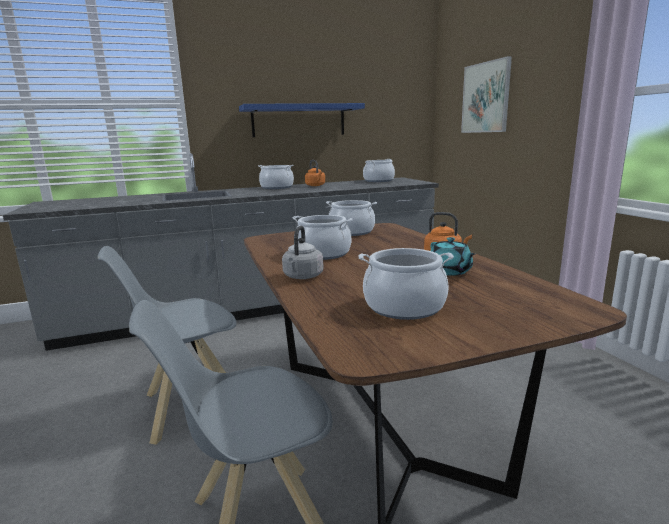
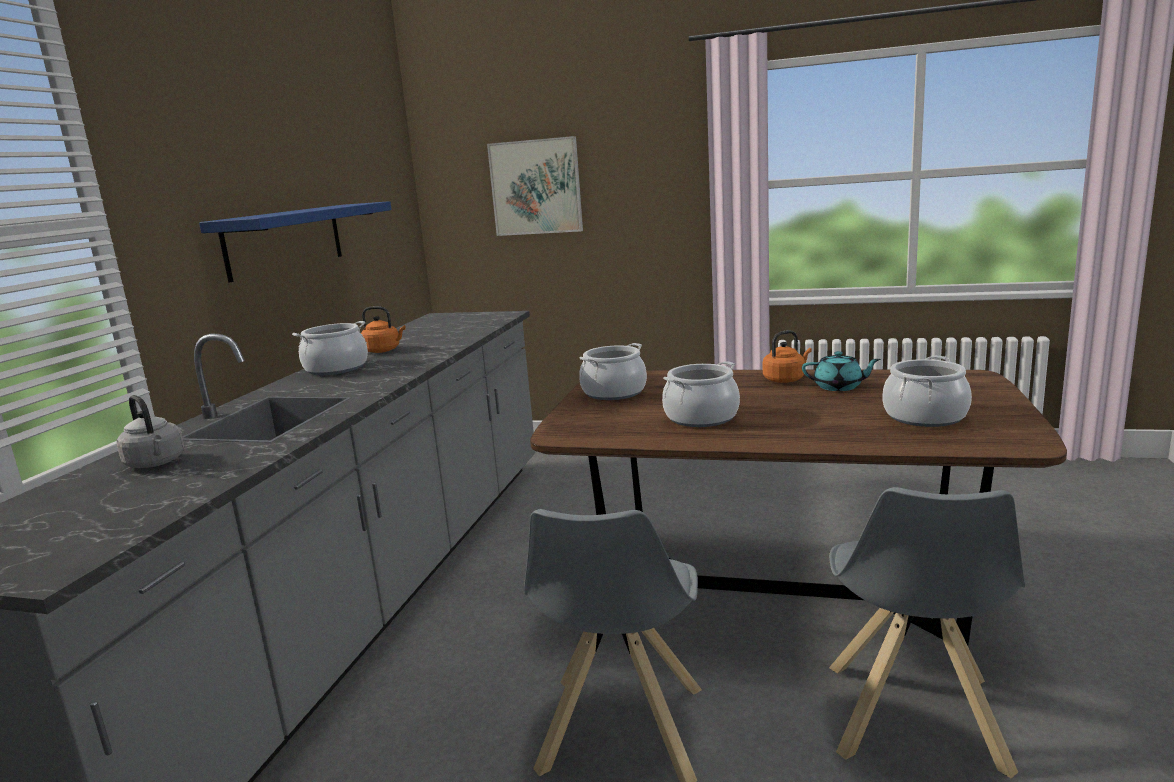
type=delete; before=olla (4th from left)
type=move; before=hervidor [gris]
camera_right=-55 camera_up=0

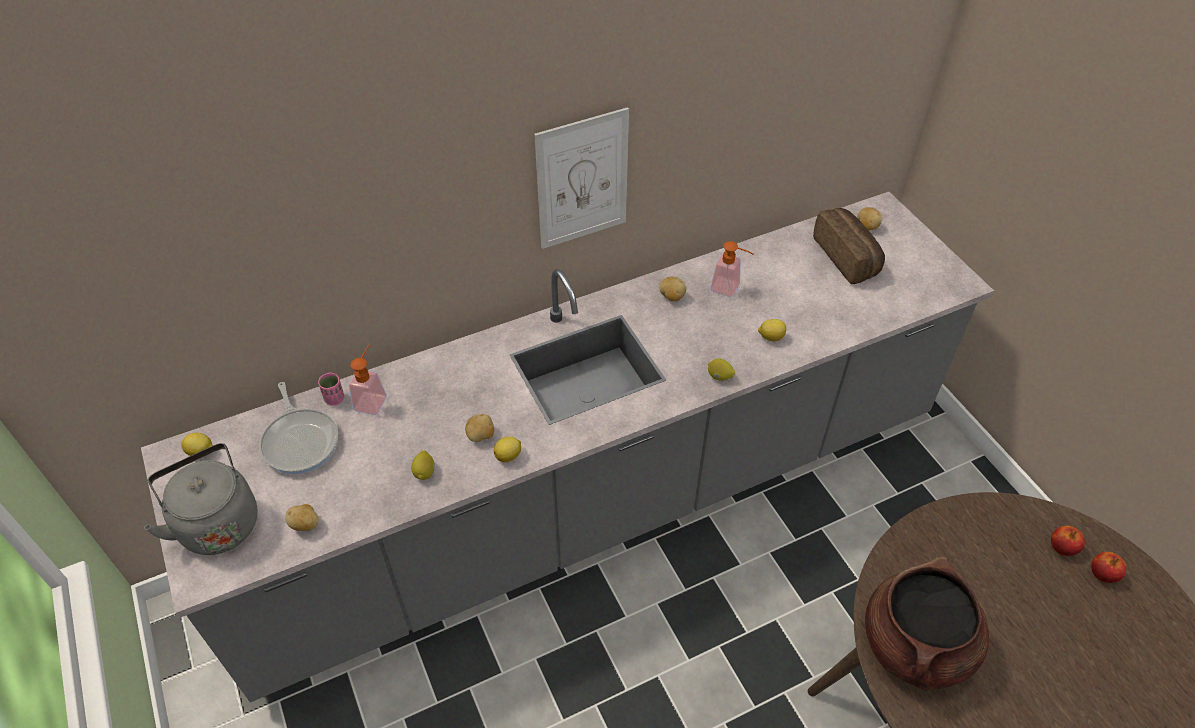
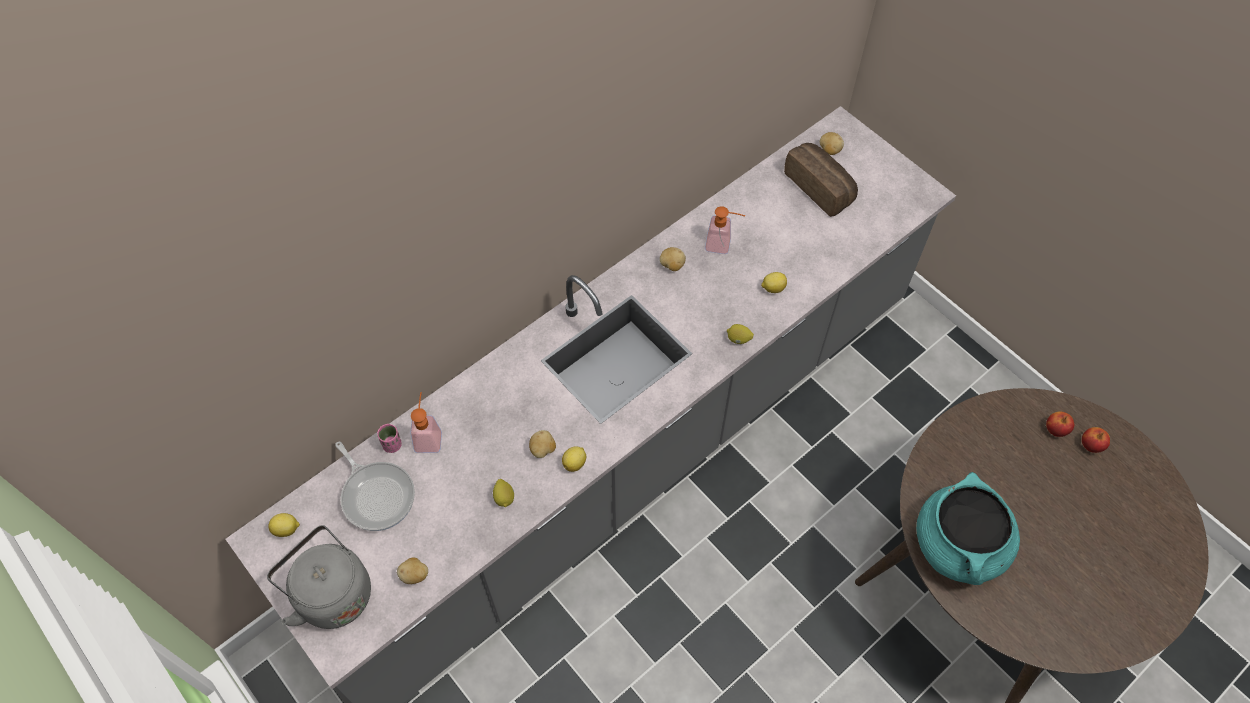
type=delete; before=cuadro
type=recolor; before=olla [marrón]; after=olla [turquesa]
camera_right=-15 camera_up=10

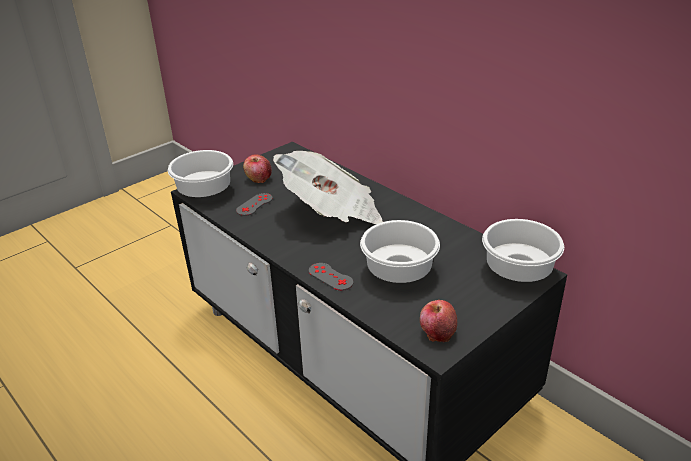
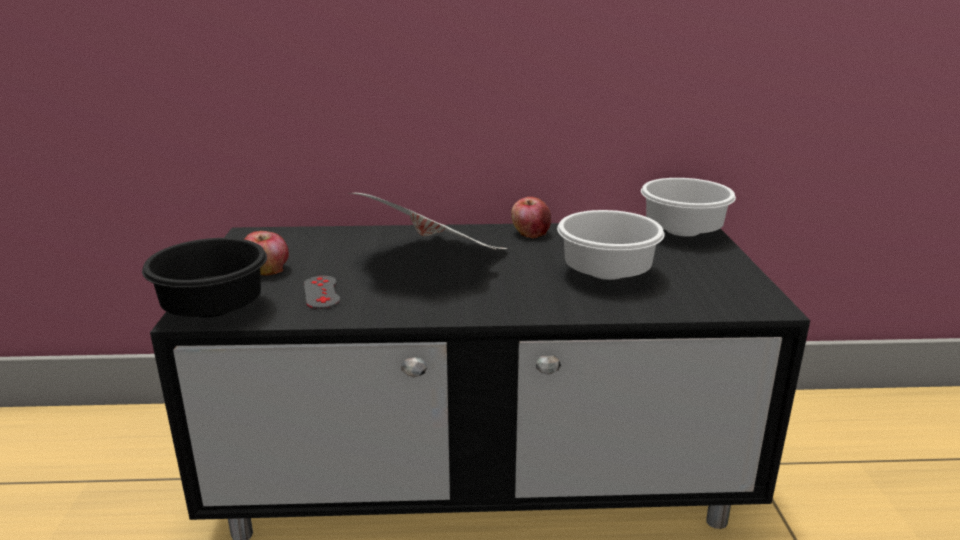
type=recolor; before=cuenco [blanco] (1st from left); after=cuenco [negro]
type=delete; before=mando de consola [gris] (2nd from left)
type=move; before=manzana (2nd from left)
camera_right=-50 camera_up=-10

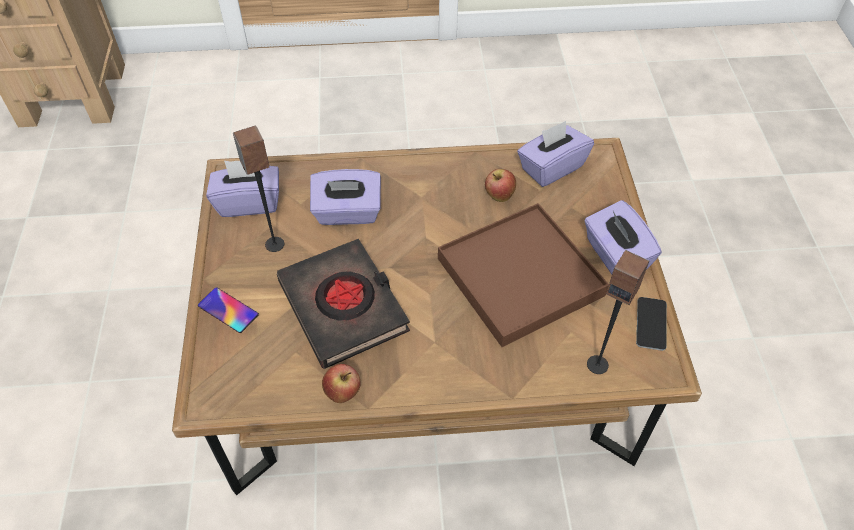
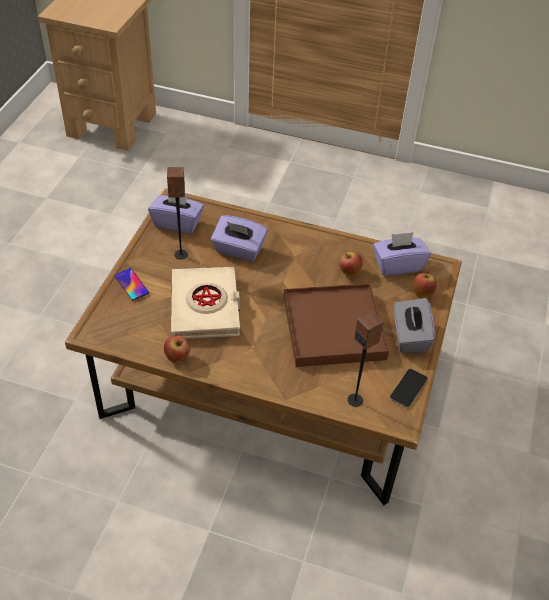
type=recolor; before=caja de pañuelos [morado] (4th from left); after=caja de pañuelos [gris]
type=recolor; before=libro [negro]; after=libro [beis]
type=insert; after=manzana (3rd from left)
camera_right=20 camera_up=-5

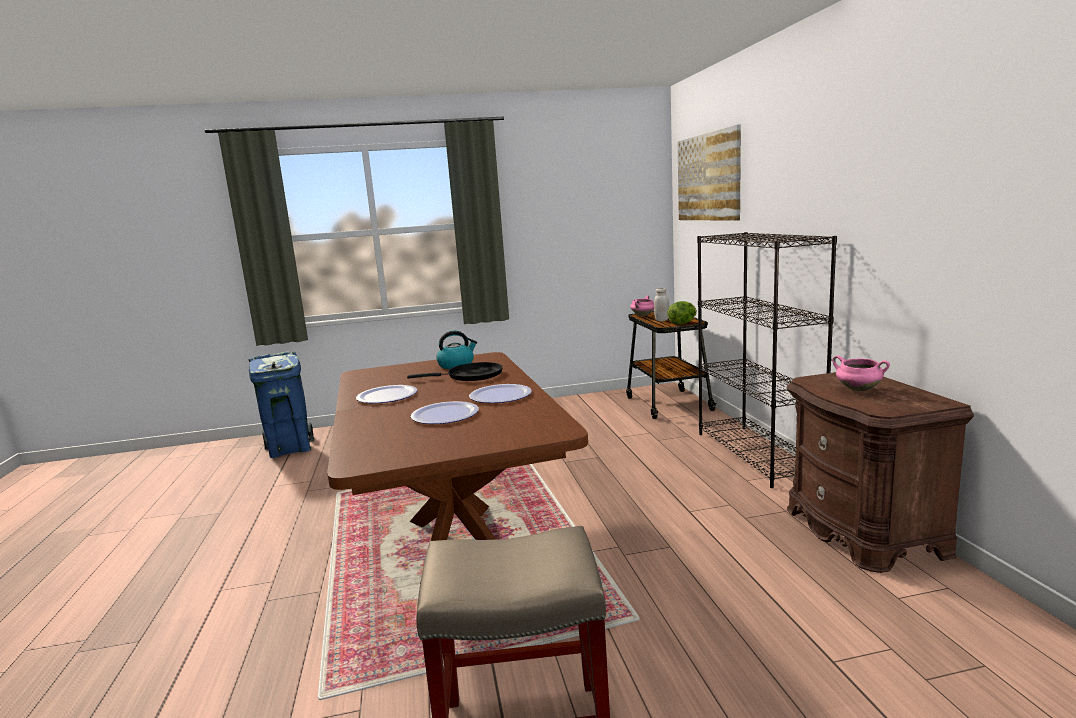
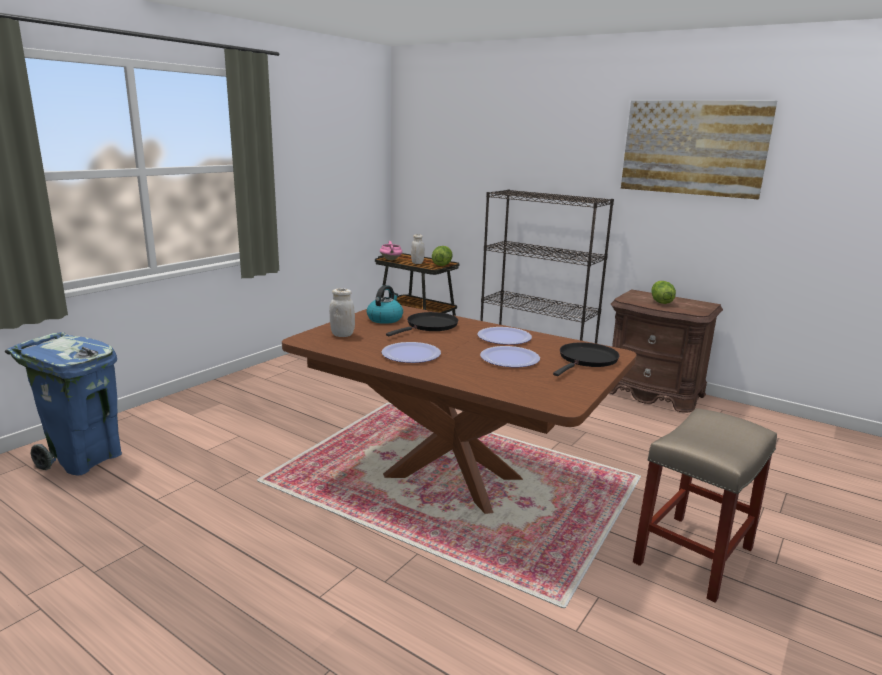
type=move; before=cuadro
type=replace; before=olla [rosa] (2nd from left); after=lechuga (2nd from left)
type=insert; after=tarro [blanco] (1st from left)
type=insert; after=sartén [negro] (2nd from left)
camera_right=-45 camera_up=5

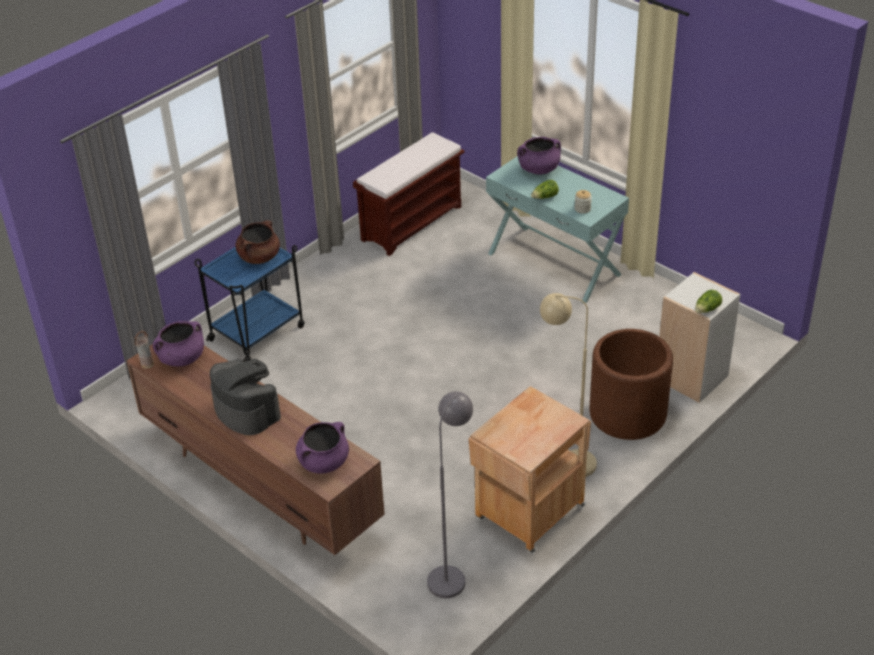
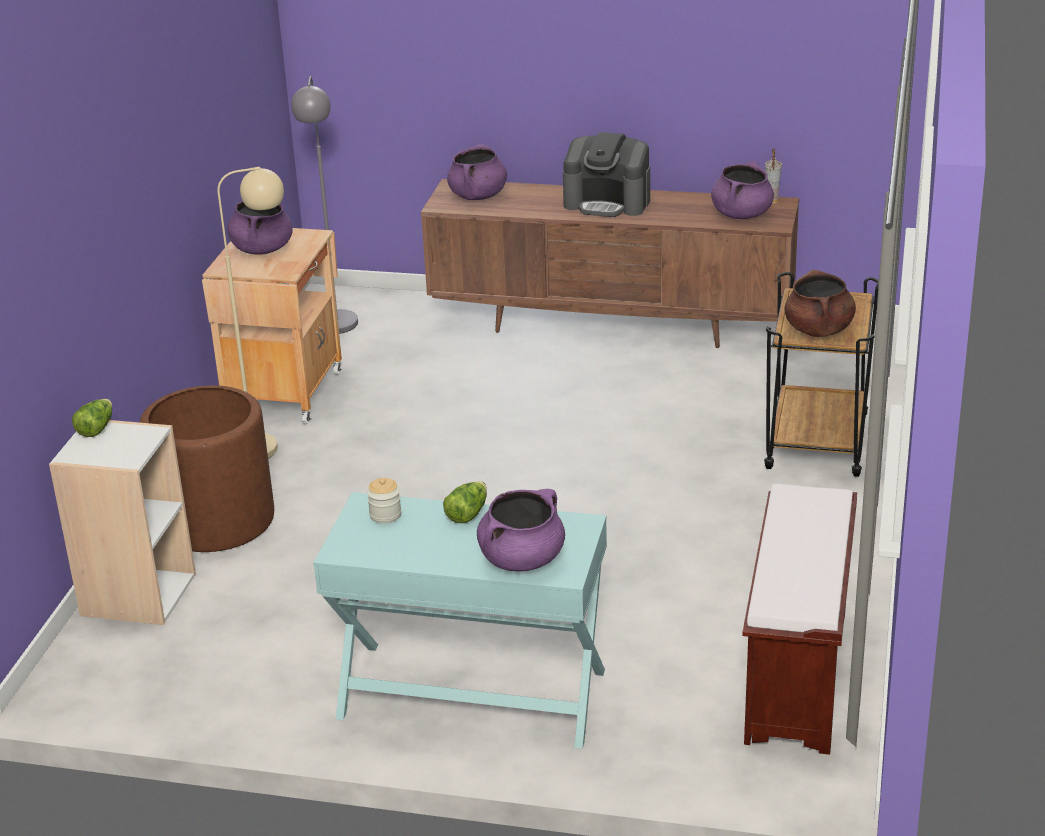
type=recolor; before=carrito [azul]; after=carrito [marrón] (2nd from left)
type=insert; after=olla [morado] (1st from left)
camera_right=150 camera_up=-10

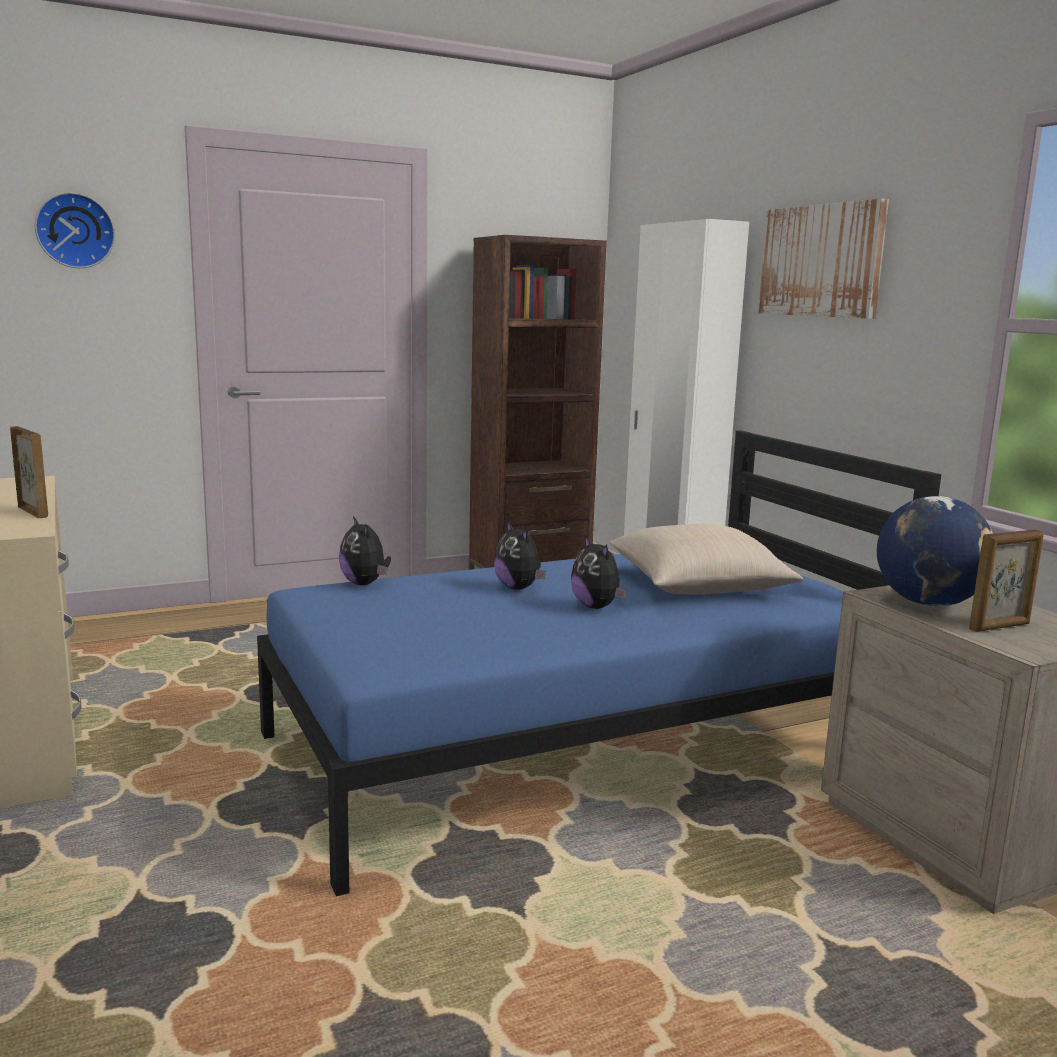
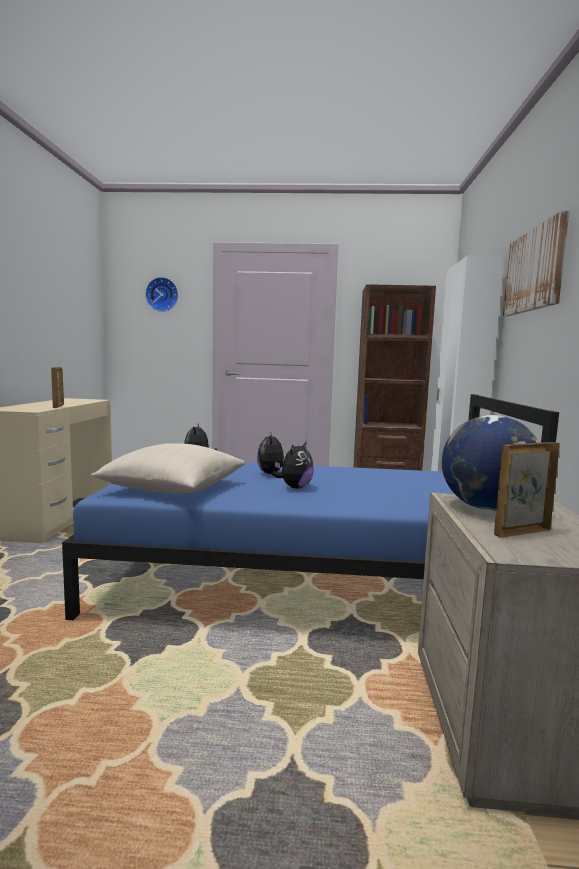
type=move; before=cojín [beis]
type=rotate; before=portarretratos (2nd from left); turn=150
type=rotate; before=peluche (3rd from left); turn=-150
camera_right=30 camera_up=-5

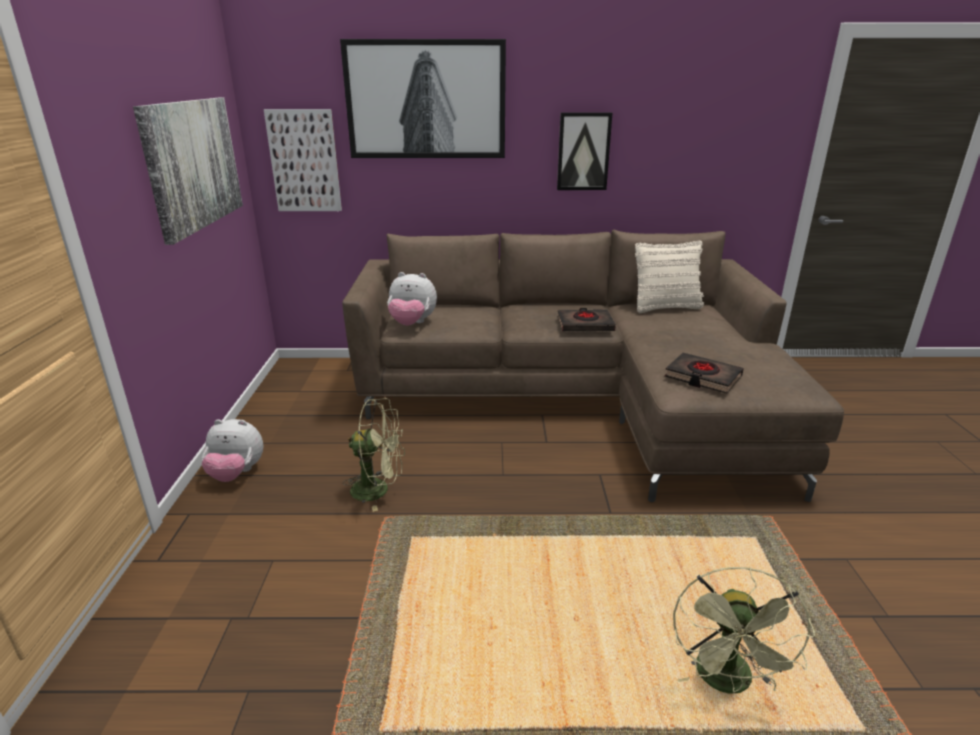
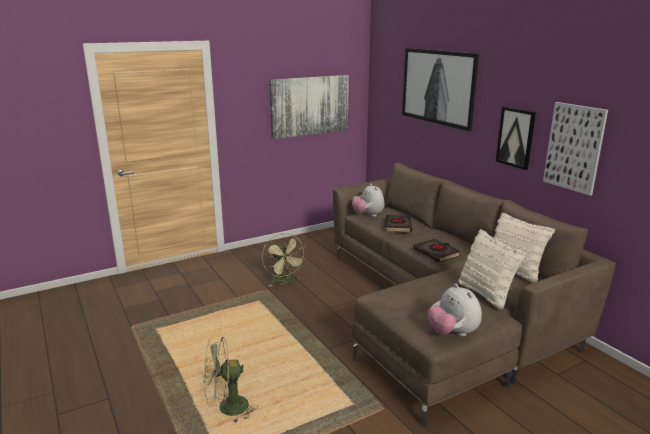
type=move; before=cuadro (2nd from left in the first image); after=cuadro (4th from left)
type=move; before=libro [negro] (2nd from left in the first image); after=libro [negro] (1st from left)
type=move; before=peluche (1st from left in the first image); after=peluche (2nd from left)
type=insert; after=cojín [beis] (1st from left)
camera_right=60 camera_up=-5

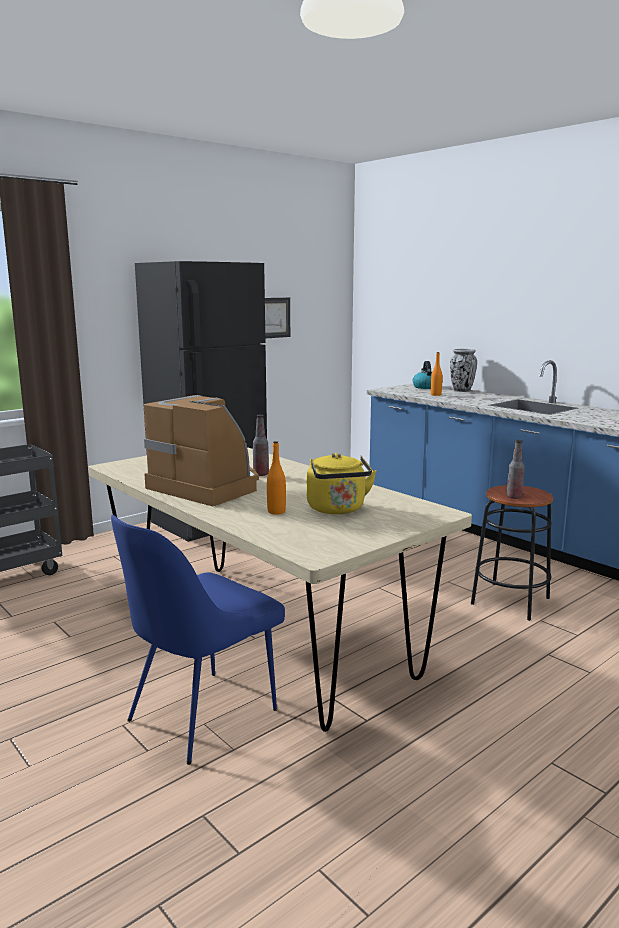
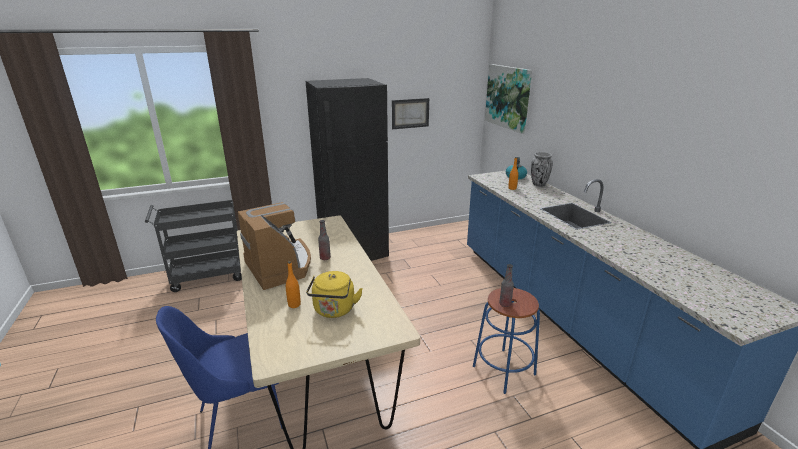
type=recolor; before=taburete [negro]; after=taburete [azul]
type=insert; after=cuadro (2nd from left)
camera_right=20 camera_up=10

